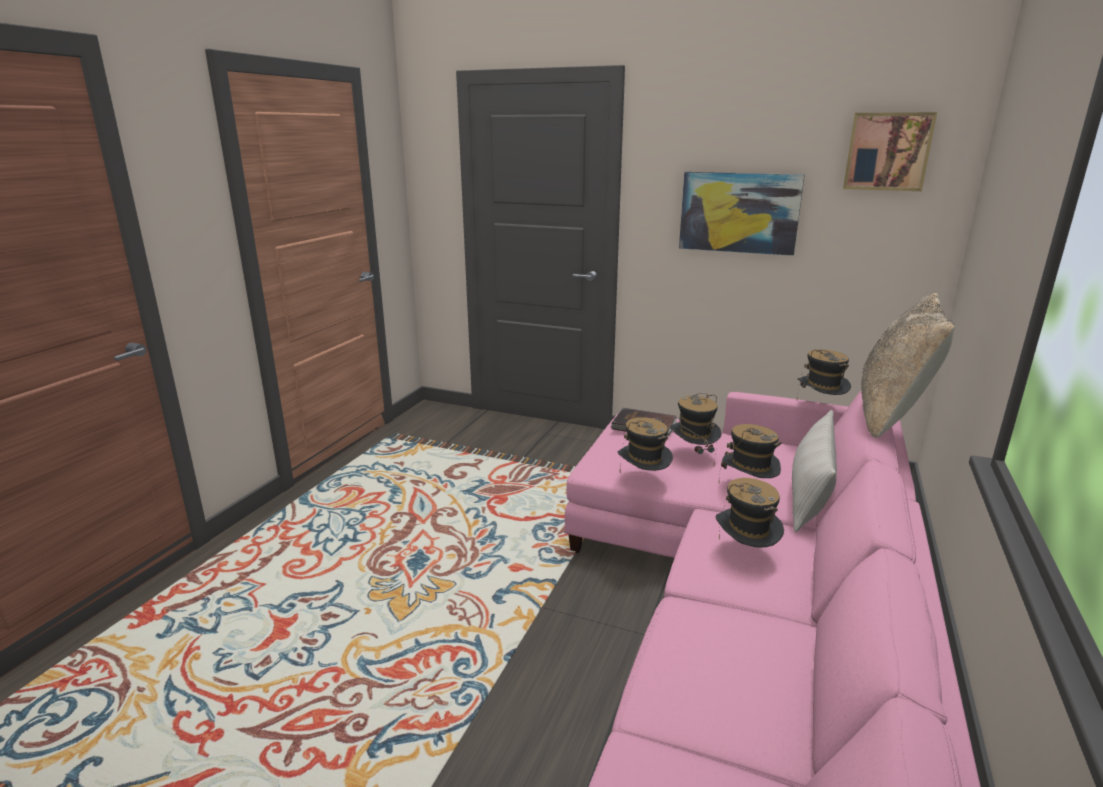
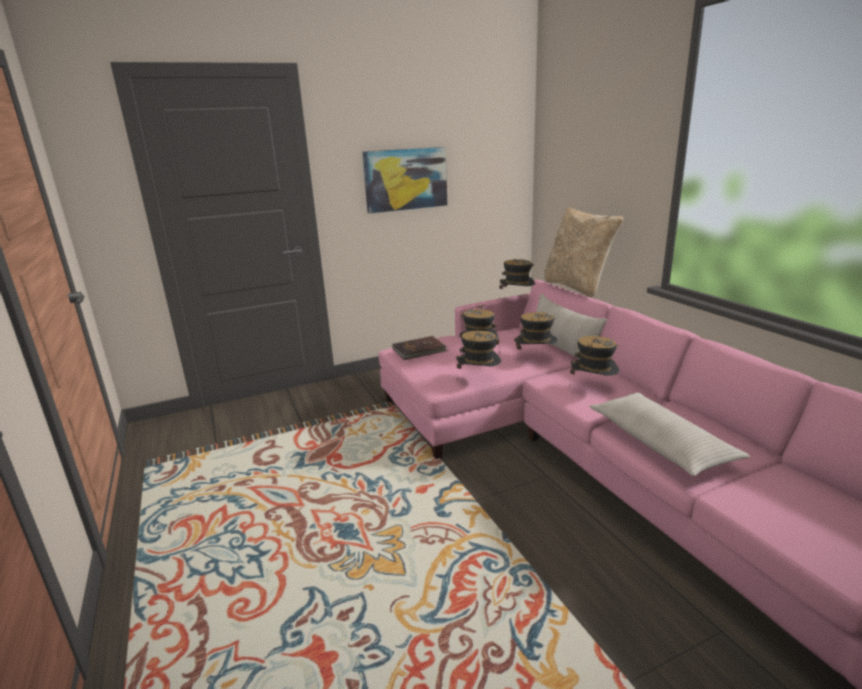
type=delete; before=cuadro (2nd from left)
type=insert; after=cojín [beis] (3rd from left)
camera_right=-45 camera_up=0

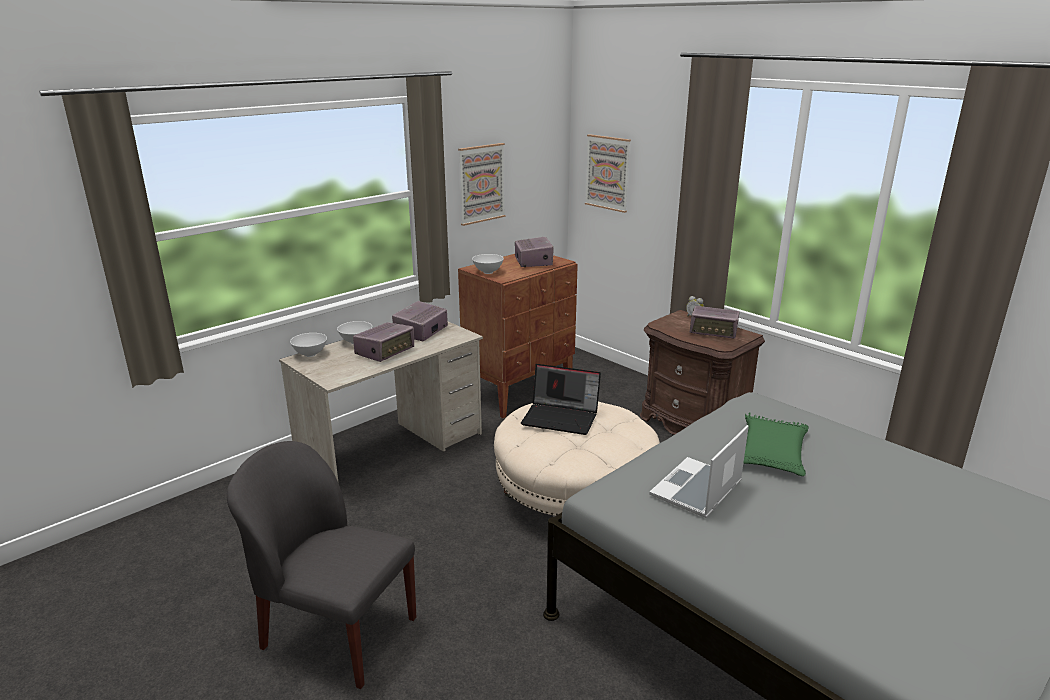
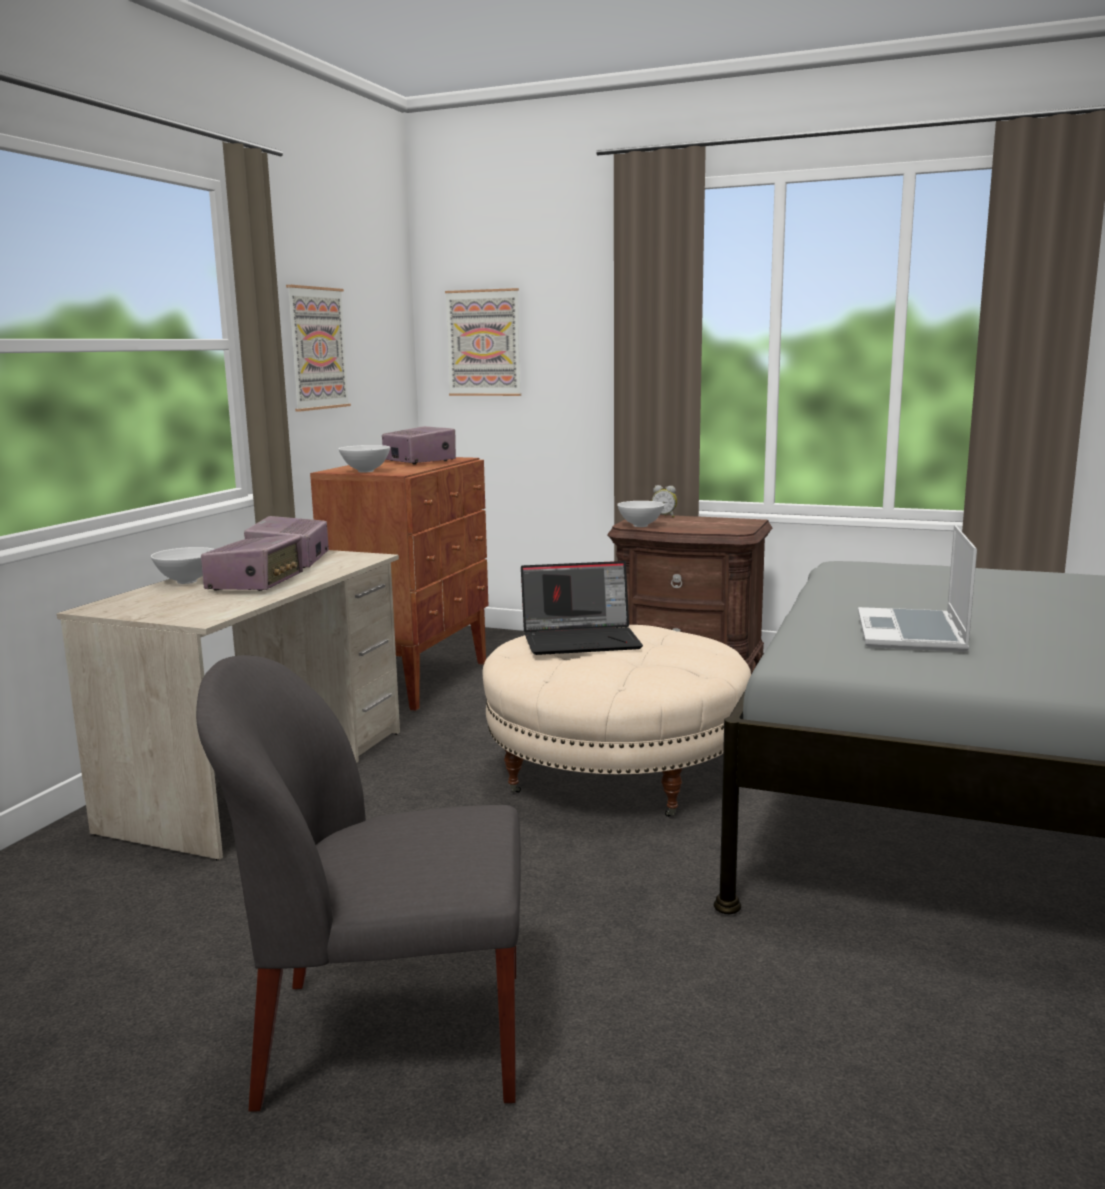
type=delete; before=radio (4th from left)
type=move; before=cuenco [blanco] (1st from left in the first image); after=cuenco [blanco] (3rd from left)
type=delete; before=cojín [verde]
camera_right=-25 camera_up=-10

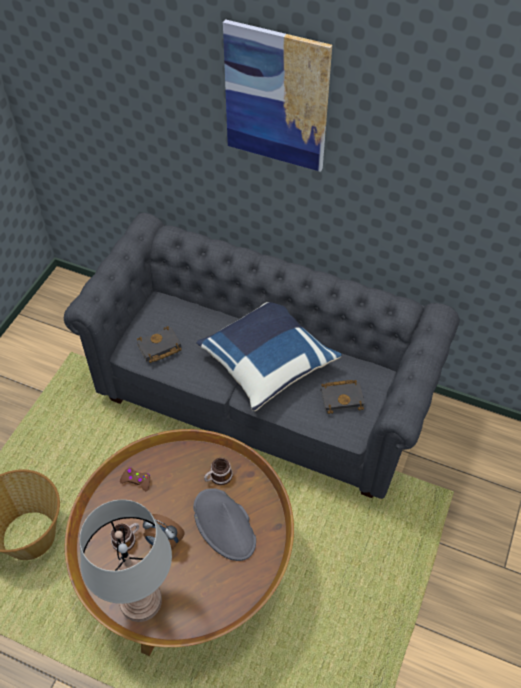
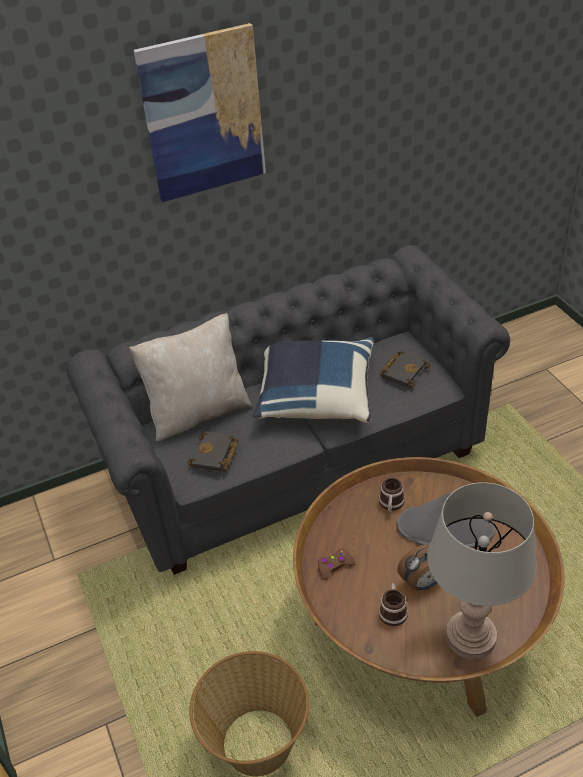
type=insert; after=cojín [beis]
camera_right=-45 camera_up=-10

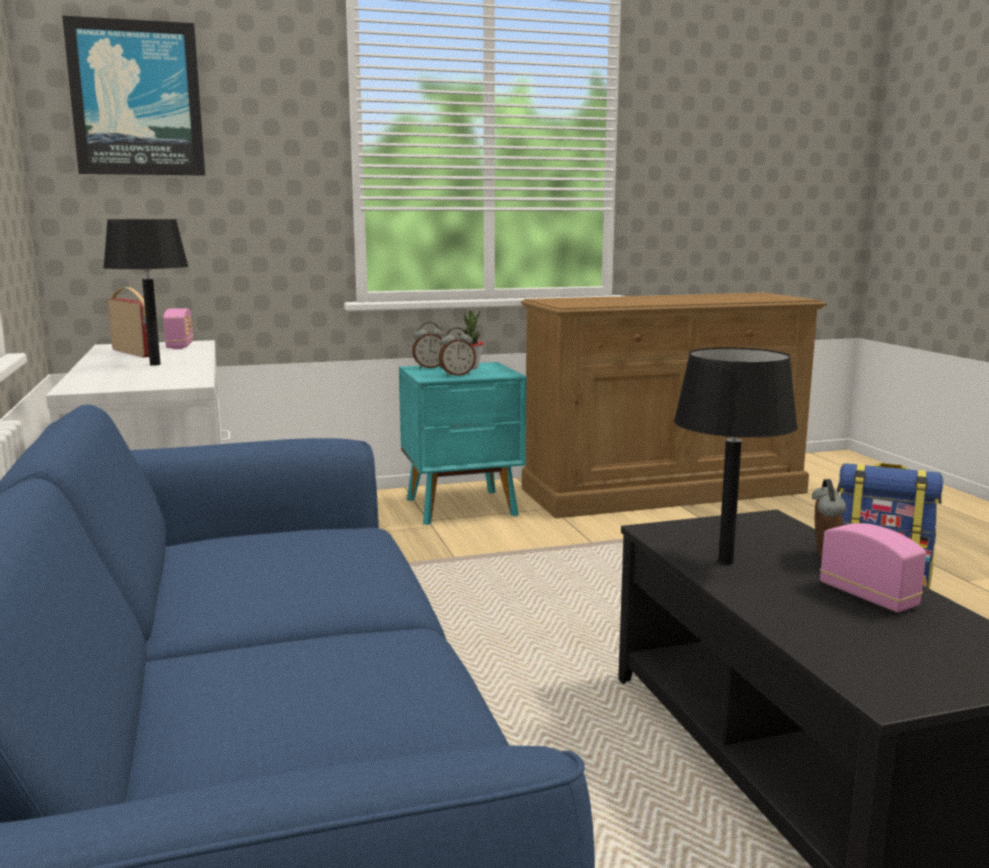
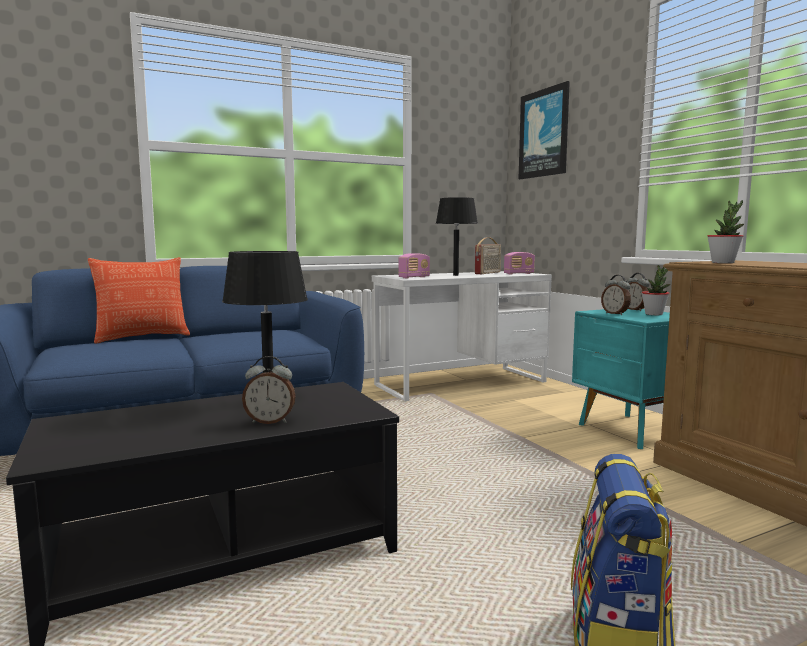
type=move; before=radio (3rd from left in the first image); after=radio (1st from left)
type=insert; after=planta en maceta (2nd from left)
type=insert; after=cojín [naranja]
camera_right=80 camera_up=-5

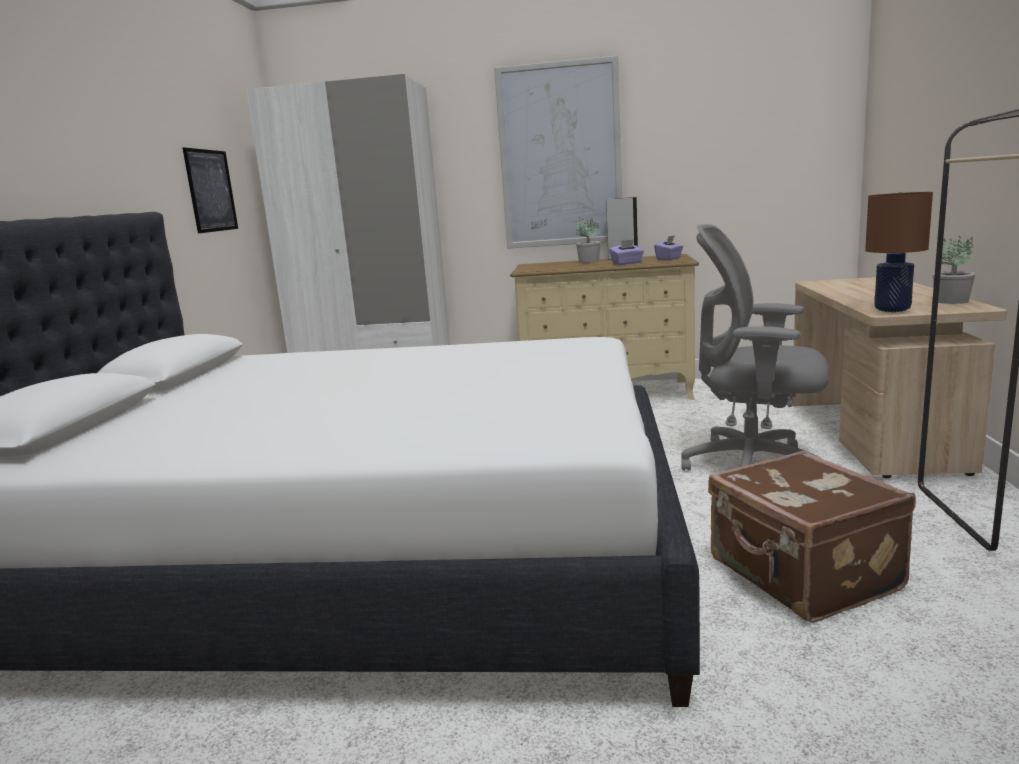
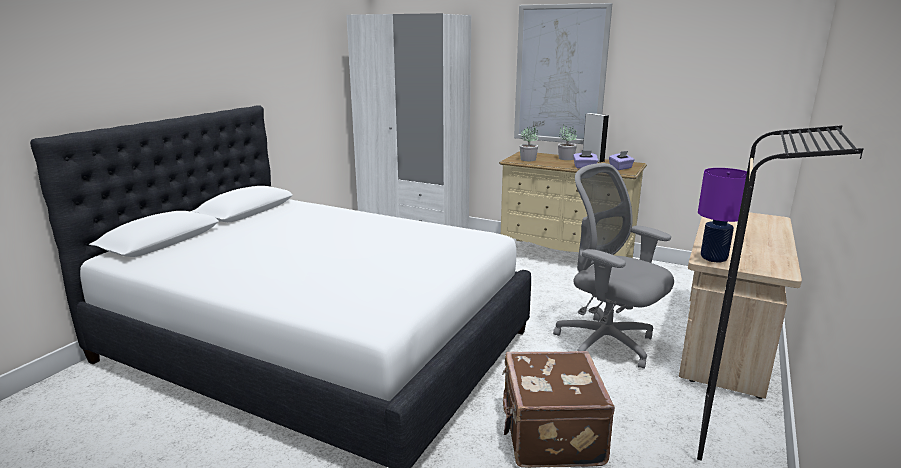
type=delete; before=cuadro (1st from left)
type=recolor; before=lámpara de mesa [marrón]; after=lámpara de mesa [morado]
type=move; before=planta en maceta (2nd from left in the first image); after=planta en maceta (1st from left)
camera_right=20 camera_up=5

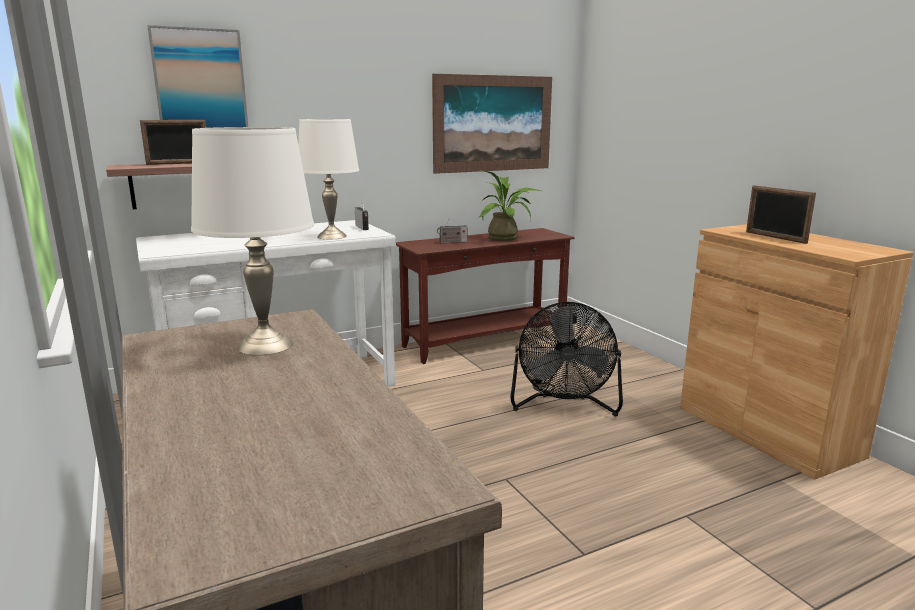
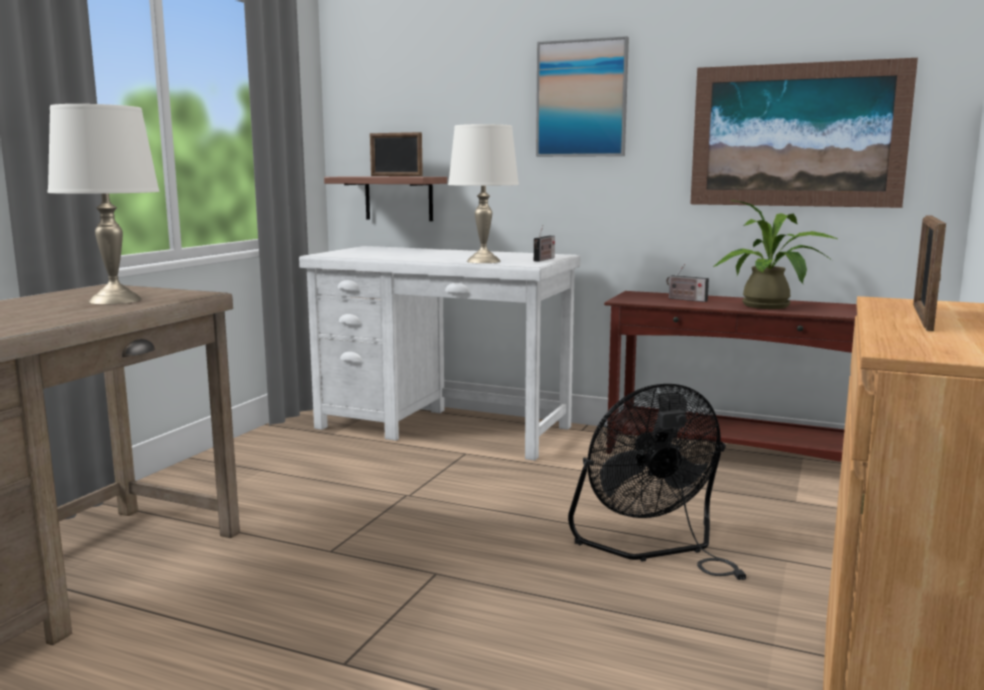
type=move; before=cuadro (1st from left)
type=rotate; before=ventilador [negro]; turn=105
camera_right=50 camera_up=-5

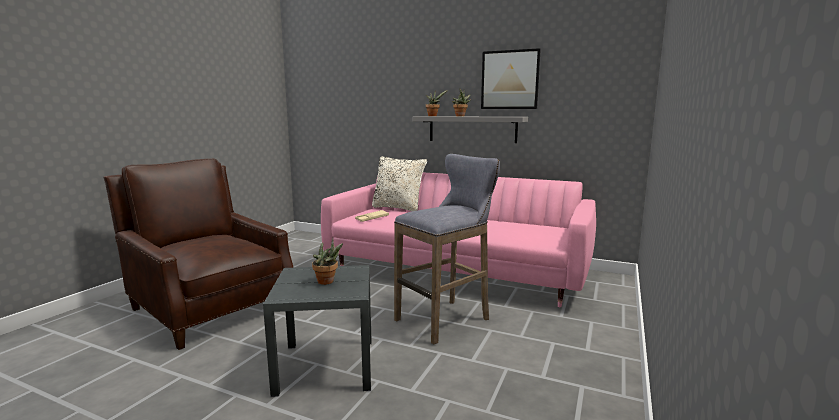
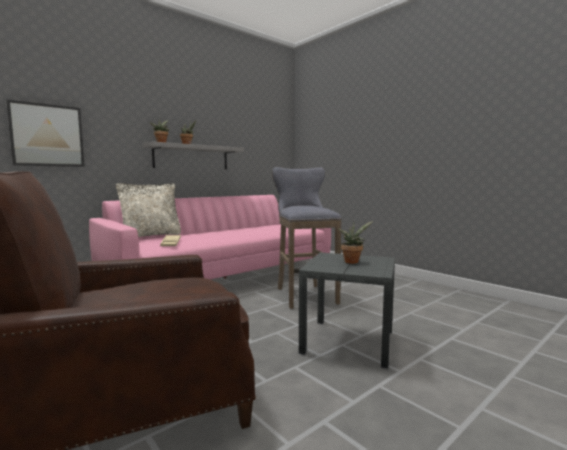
type=move; before=cuadro
camera_right=-65 camera_up=-5

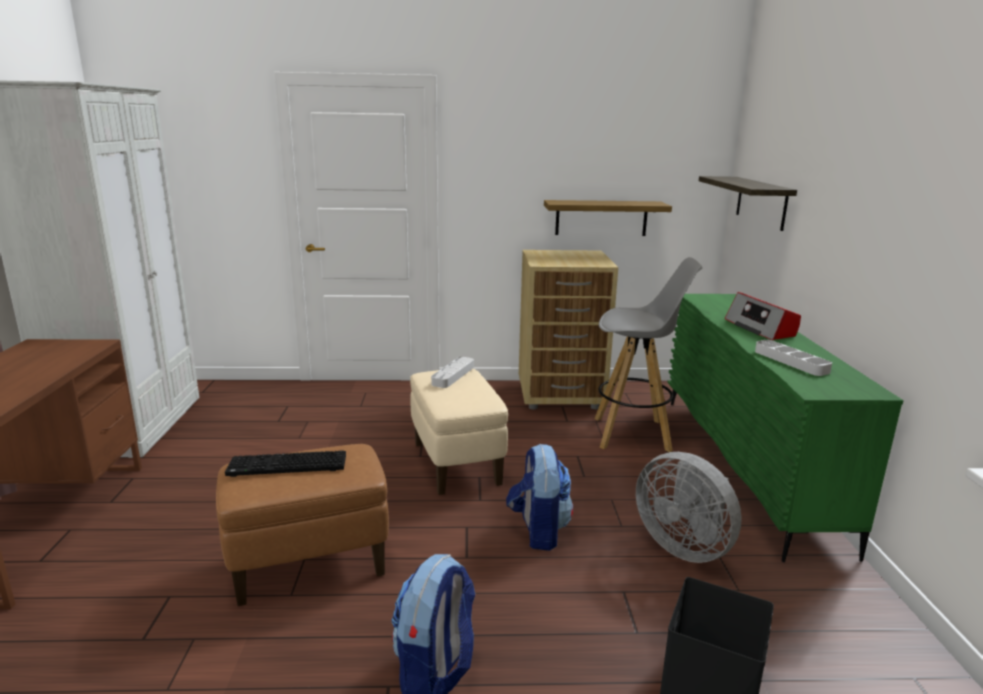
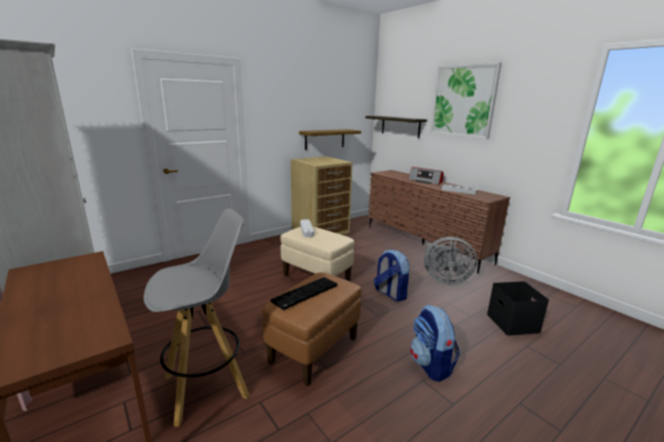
type=move; before=taburete [gris]
type=recolor; before=cómoda [verde]; after=cómoda [marrón] (2nd from left)
type=insert; after=cuadro
camera_right=-35 camera_up=0

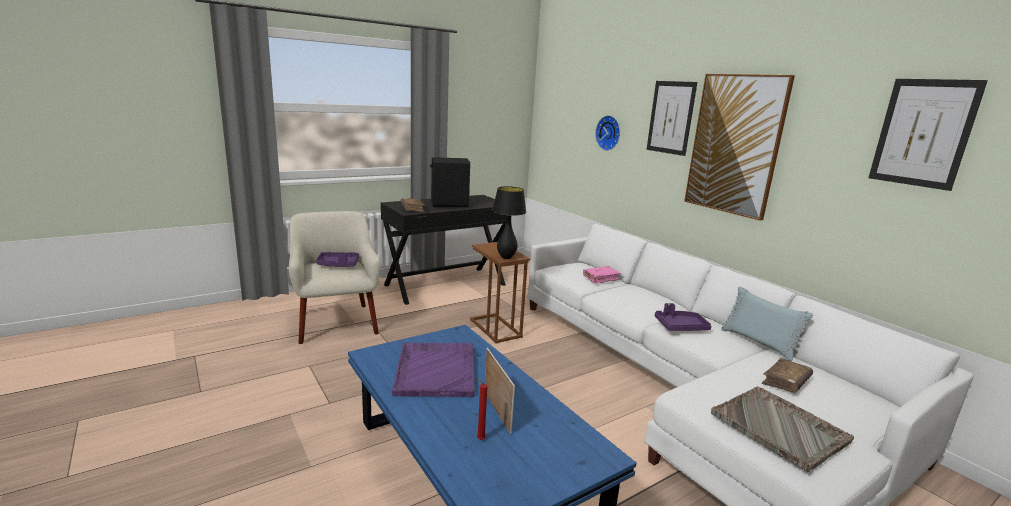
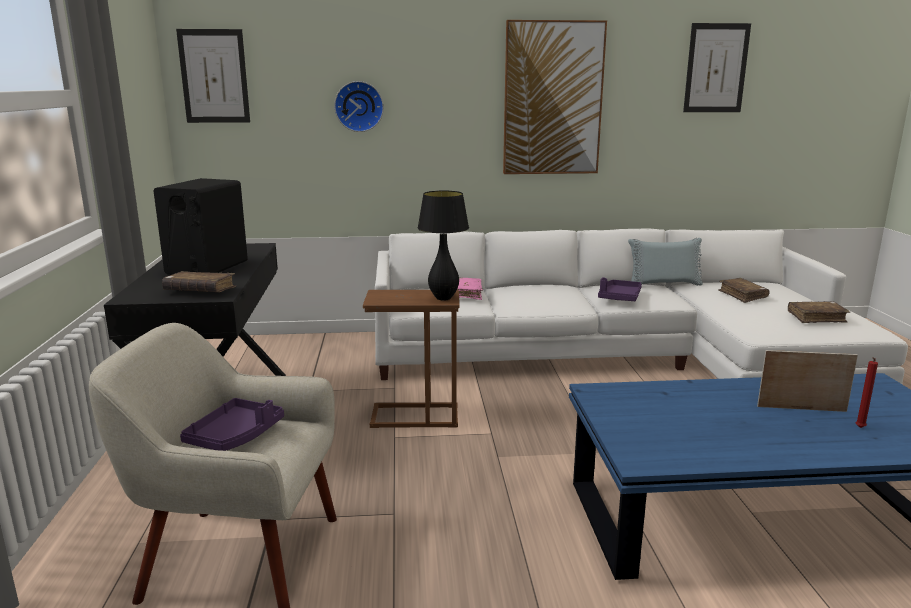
type=move; before=cuadro (1st from left)
type=delete; before=bandeja [morado] (2nd from left)
type=replace; before=bandeja [gris]; after=libro [marrón] (3rd from left)
camera_right=-60 camera_up=0

